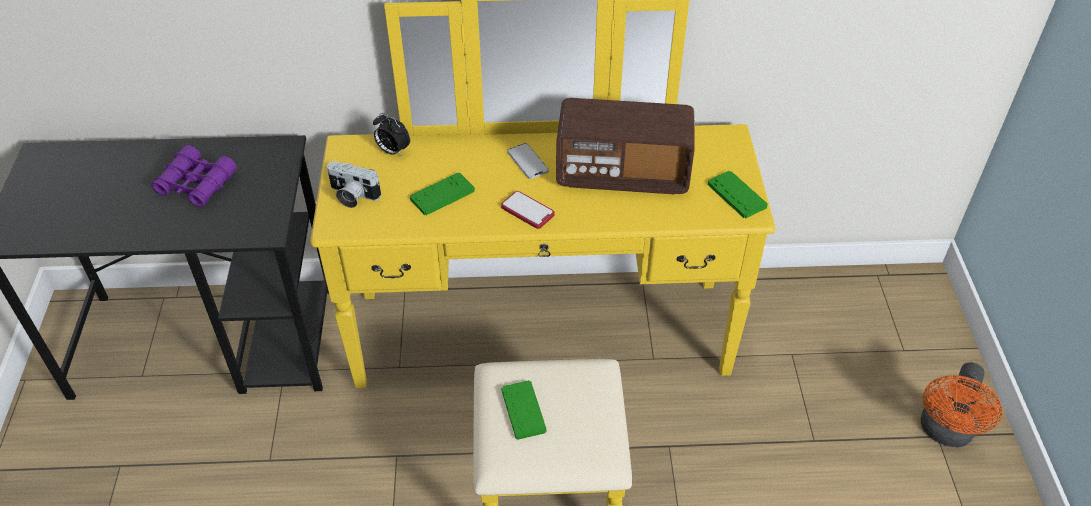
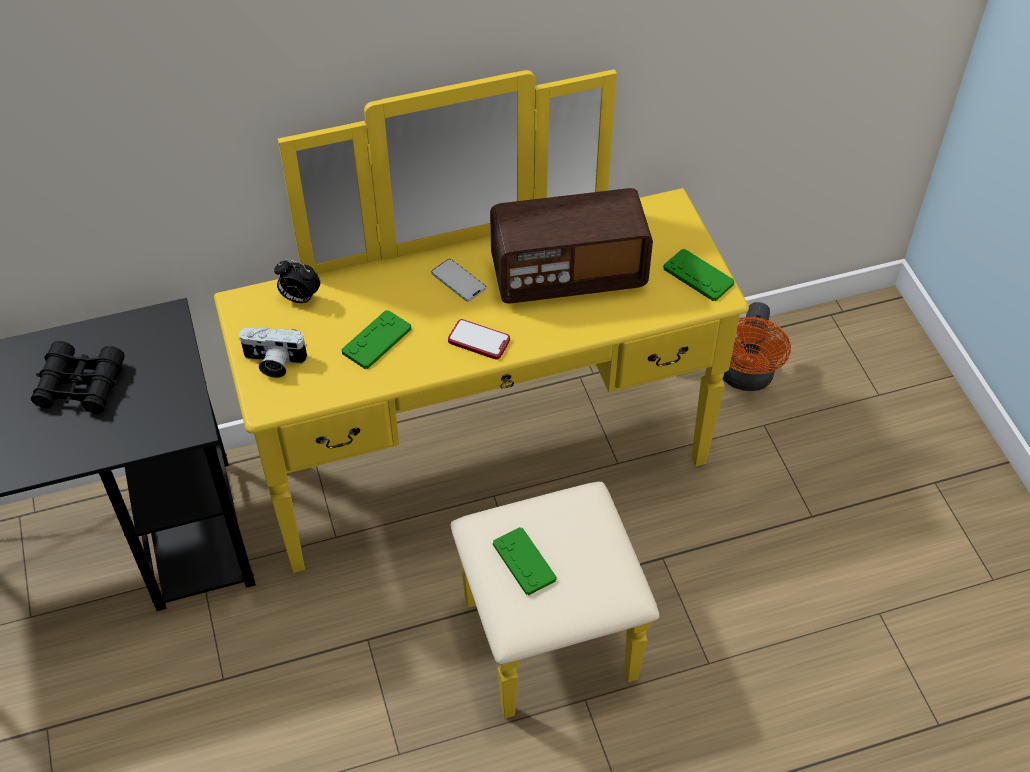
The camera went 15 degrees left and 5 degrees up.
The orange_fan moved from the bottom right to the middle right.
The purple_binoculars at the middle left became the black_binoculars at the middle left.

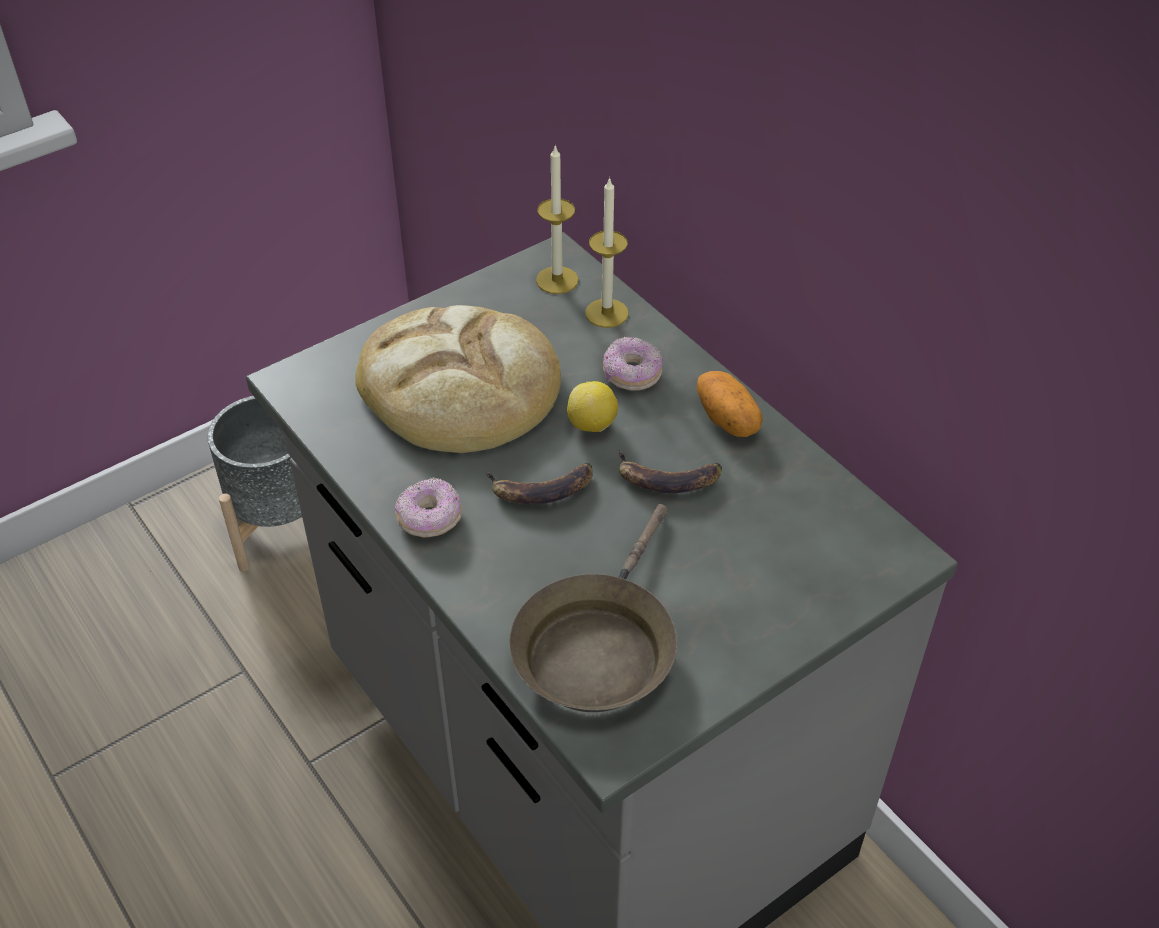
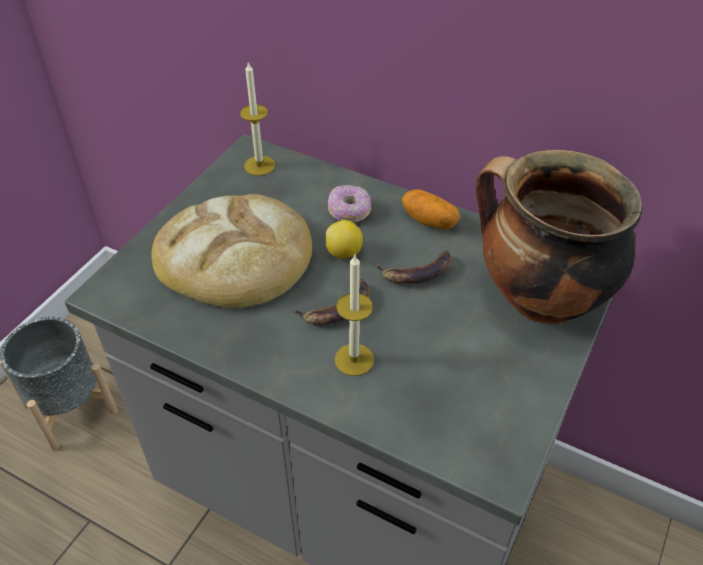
The camera went 25 degrees left and 0 degrees up.
The donut (no. 1 from left) at the centre disappeared.
The brown_frying_pan at the centre disappeared.
The cooking_pot at the middle right appeared.
The candle (no. 2 from left) moved from the top centre to the centre.

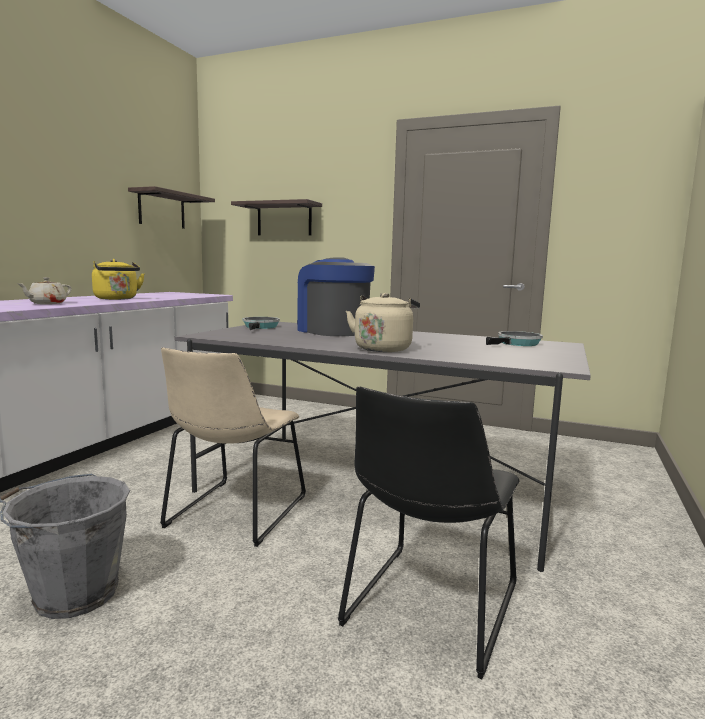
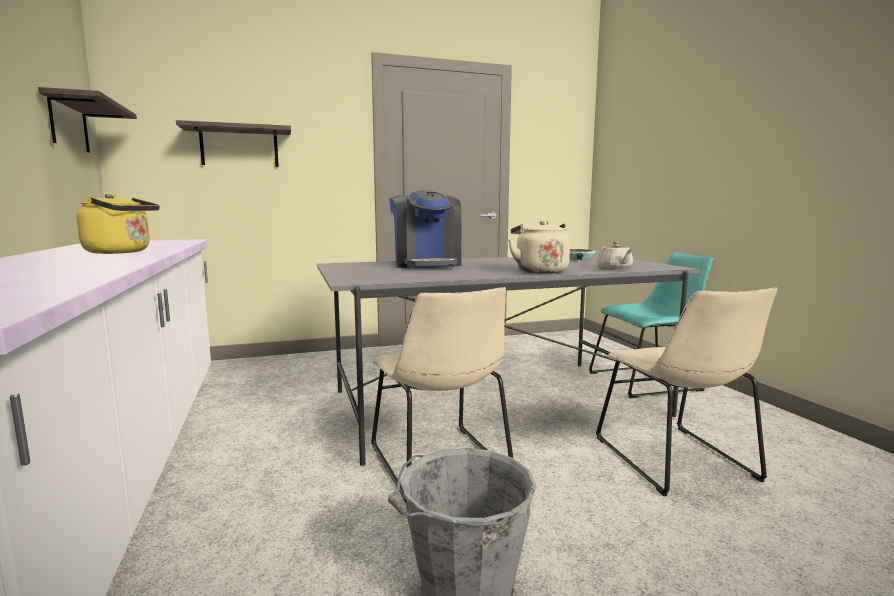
The camera went 40 degrees left and 0 degrees up.
The frying_pan (no. 1 from left) at the centre disappeared.
The turquoise_chair at the middle right appeared.
The beige_teapot moved from the middle left to the middle right.
The black_chair at the bottom centre became the beige_chair (no. 2 from left) at the middle right.
The coffee_machine at the centre turned 120 degrees counterclockwise.

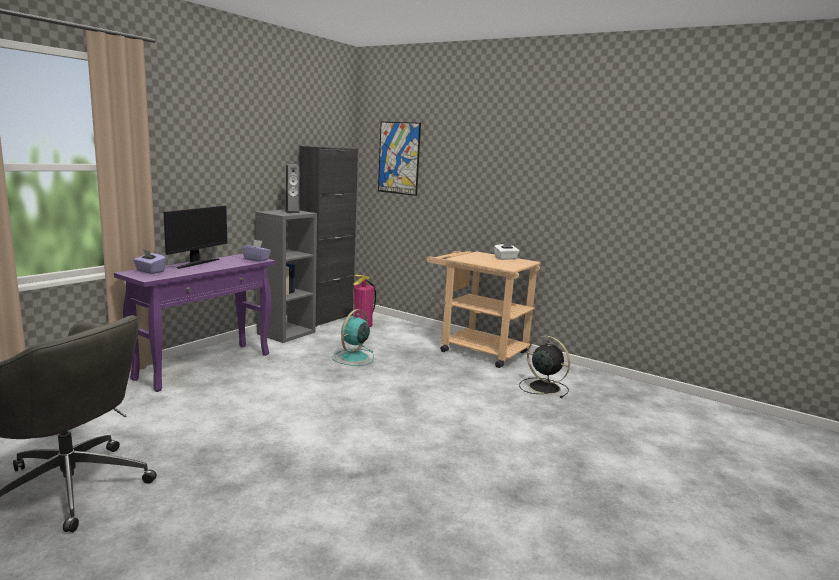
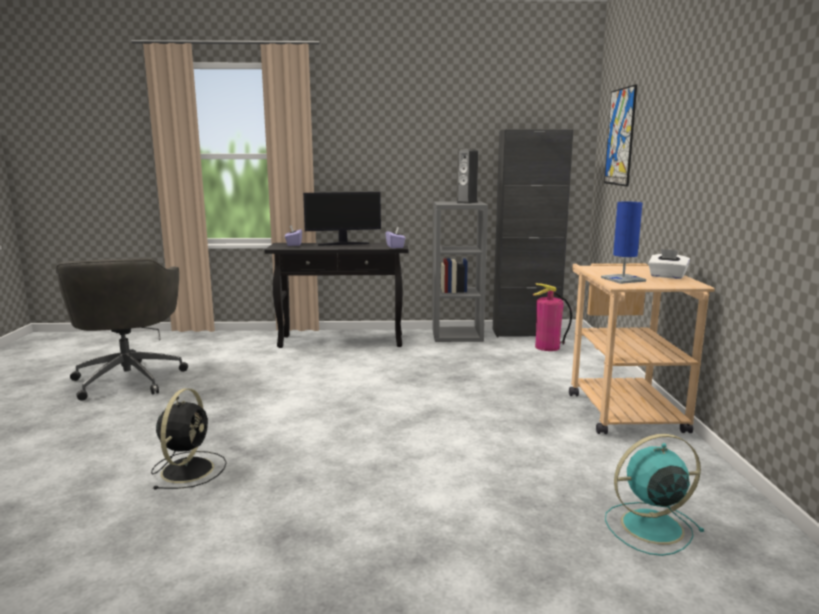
The camera went 55 degrees right and 0 degrees up.
The blue_table_lamp at the middle right appeared.
The turquoise_fan moved from the centre to the bottom right.
The black_fan moved from the centre to the bottom left.
The purple_console_table at the middle left became the black_console_table at the centre.

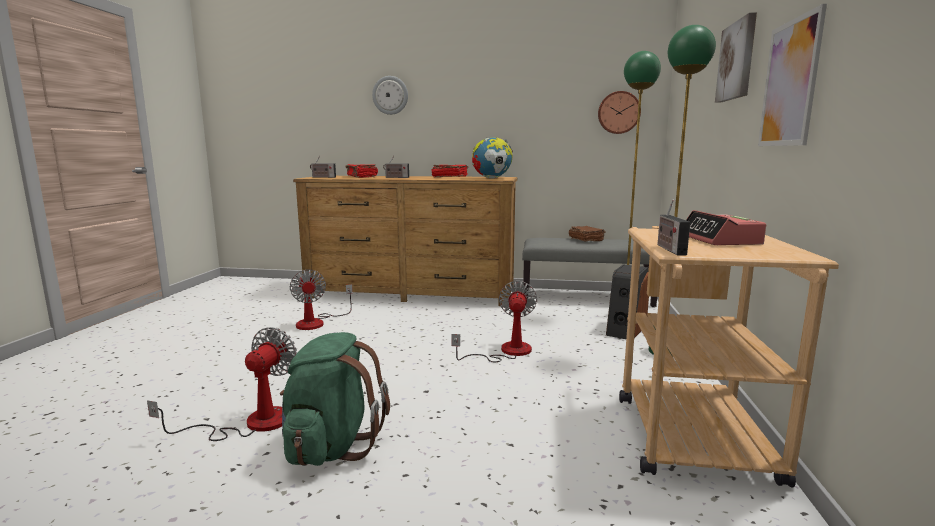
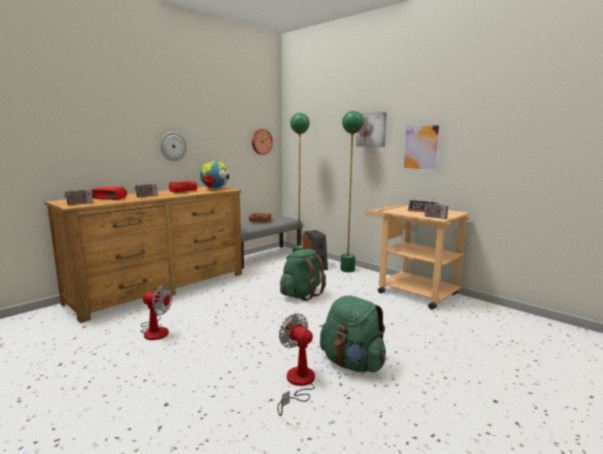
The camera went 55 degrees left and 0 degrees up.
The wall_clock (no. 1 from left) moved from the top centre to the top left.
The fan (no. 3 from left) at the centre was replaced by the green_backpack (no. 1 from left) at the centre.

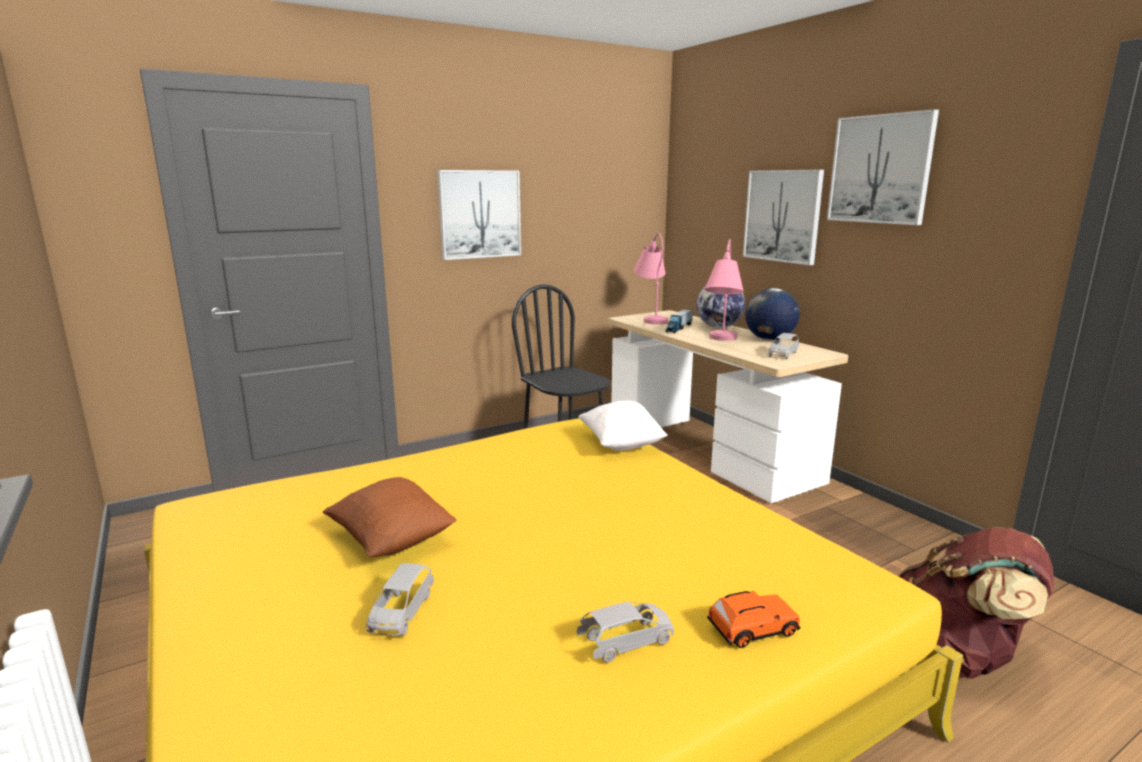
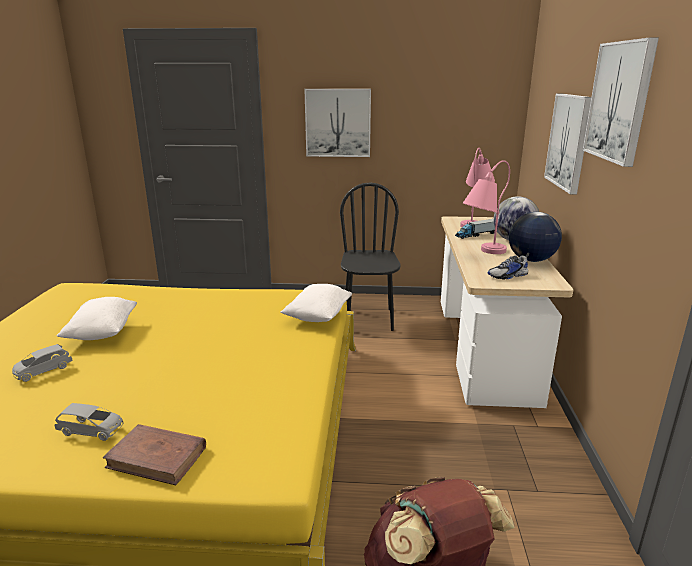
The camera went 35 degrees right and 5 degrees up.
The orange_toy_car at the bottom centre was replaced by the brown_book at the bottom left.
The grey_toy_car (no. 3 from left) at the middle right was replaced by the shoe at the middle right.
The brown_pillow at the bottom centre became the white_pillow (no. 1 from left) at the middle left.

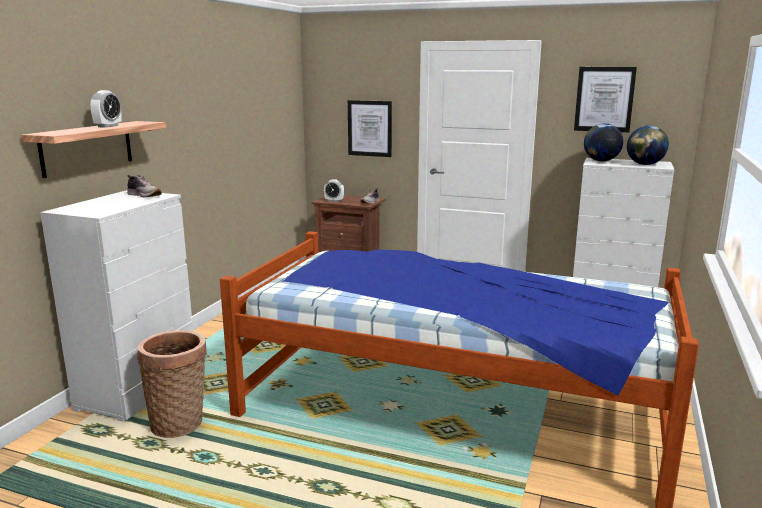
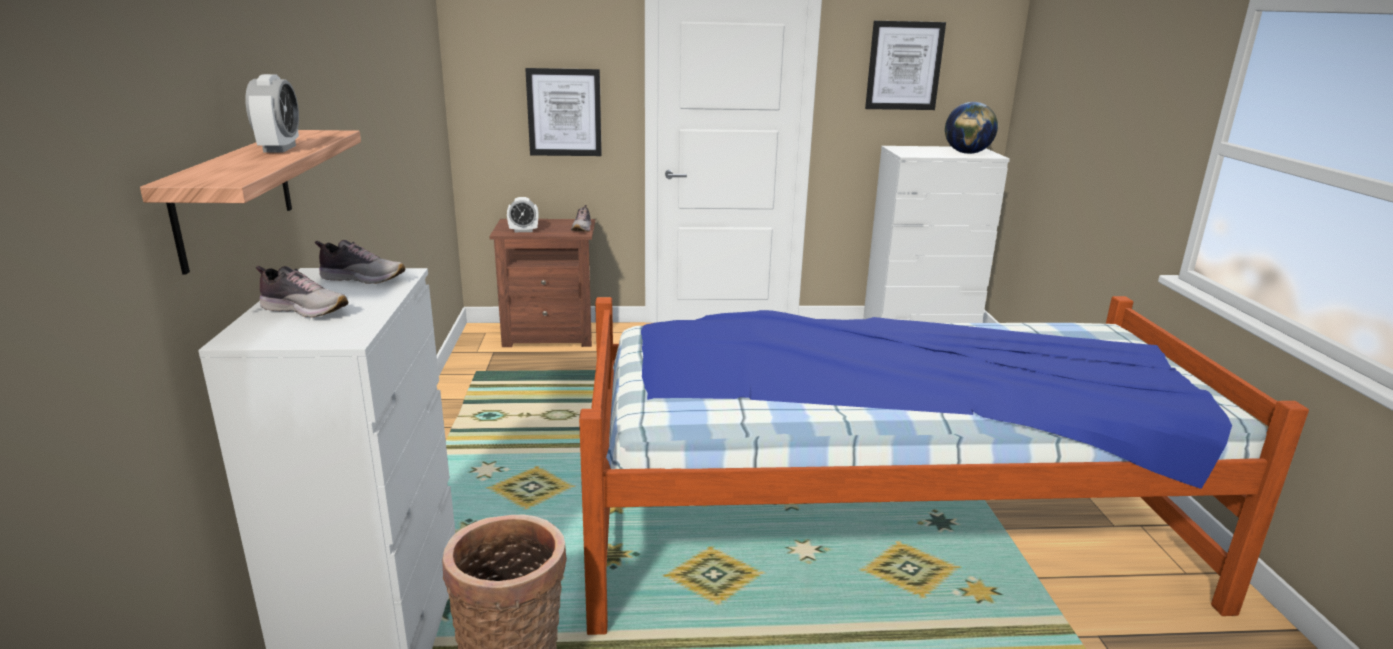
The camera went 25 degrees left and 5 degrees up.
The globe (no. 1 from left) at the top right disappeared.
The shoe (no. 1 from left) at the middle left appeared.

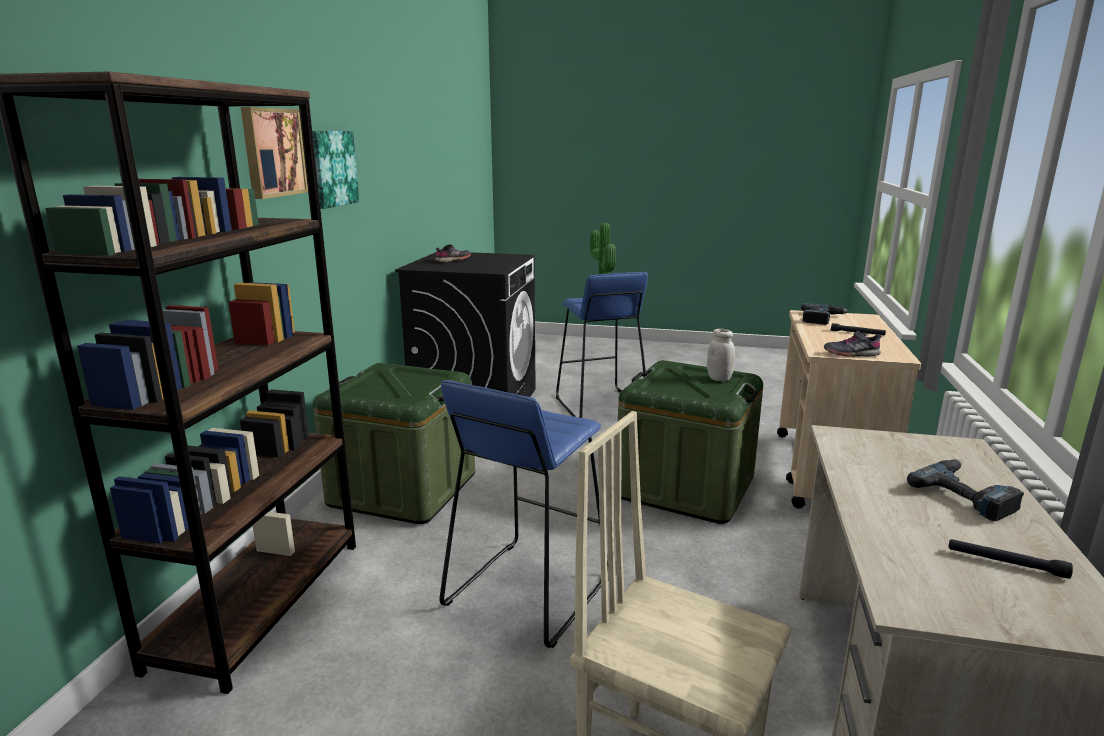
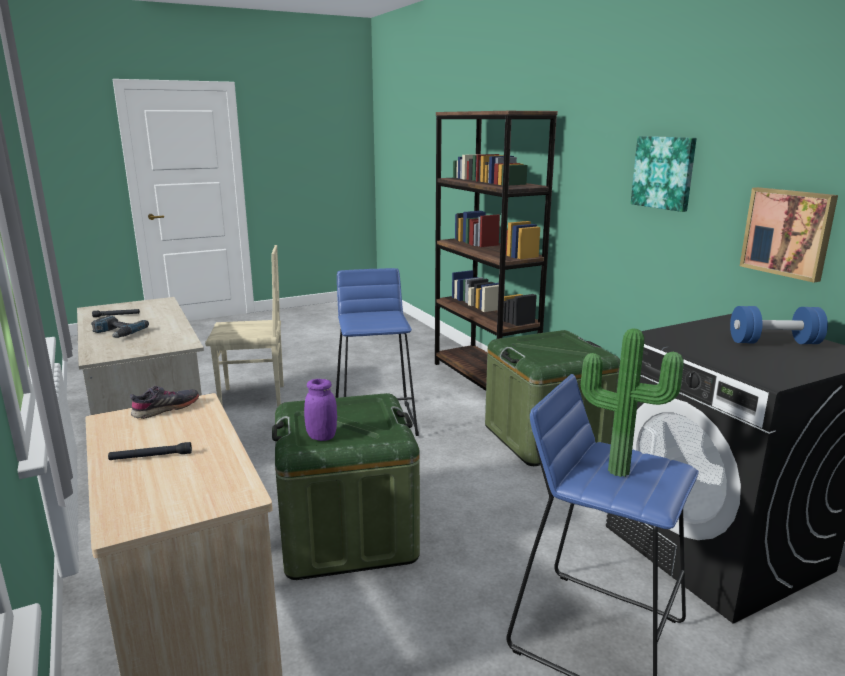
The camera went 140 degrees right and 0 degrees up.
The power_drill (no. 1 from left) at the middle right disappeared.
The picture (no. 1 from left in the first image) moved from the top left to the middle right.
The grey_shoe (no. 1 from left) at the centre was replaced by the blue_dumbbell at the middle right.
The white_jar at the centre became the purple_jar at the centre.

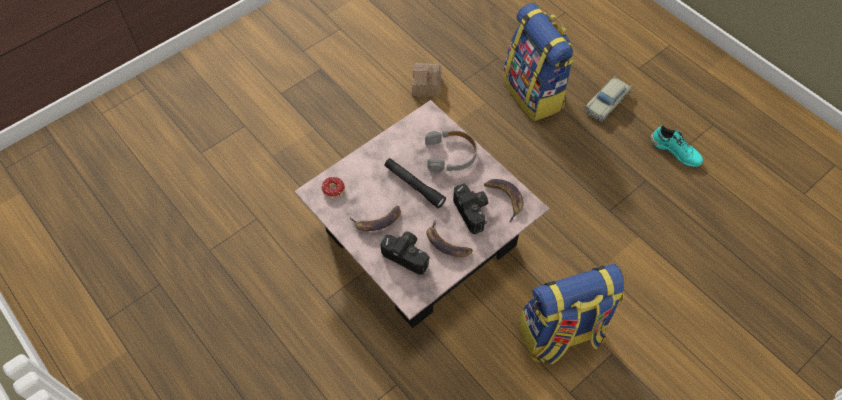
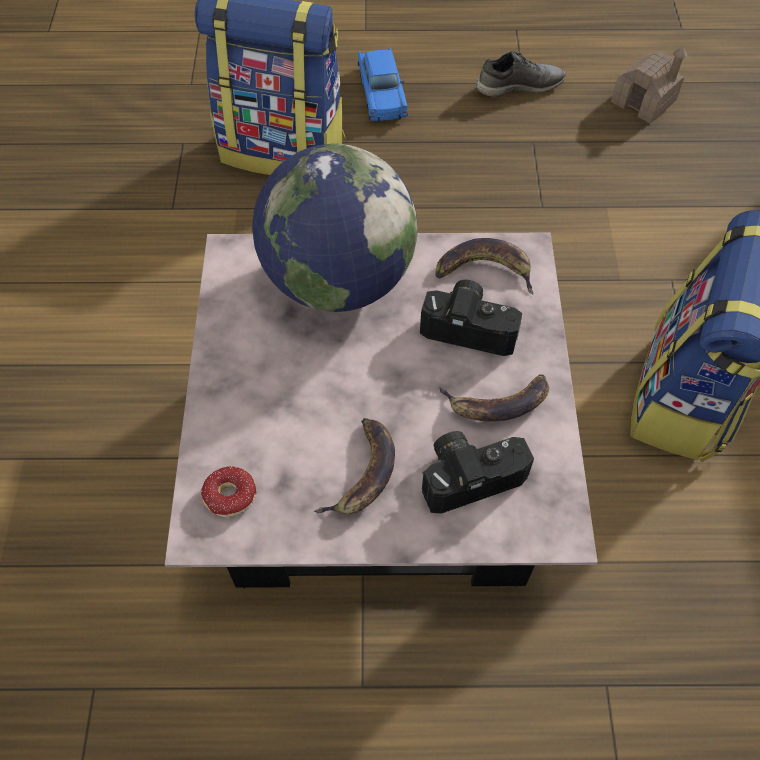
The camera went 50 degrees left and 0 degrees up.
The black_flashlight at the centre disappeared.
The toy_house moved from the top centre to the top right.
The grey_headphones at the centre was replaced by the globe at the top centre.
The beige_toy_car at the top right became the blue_toy_car at the top centre.
The turquoise_shoe at the middle right became the grey_shoe at the top right.

